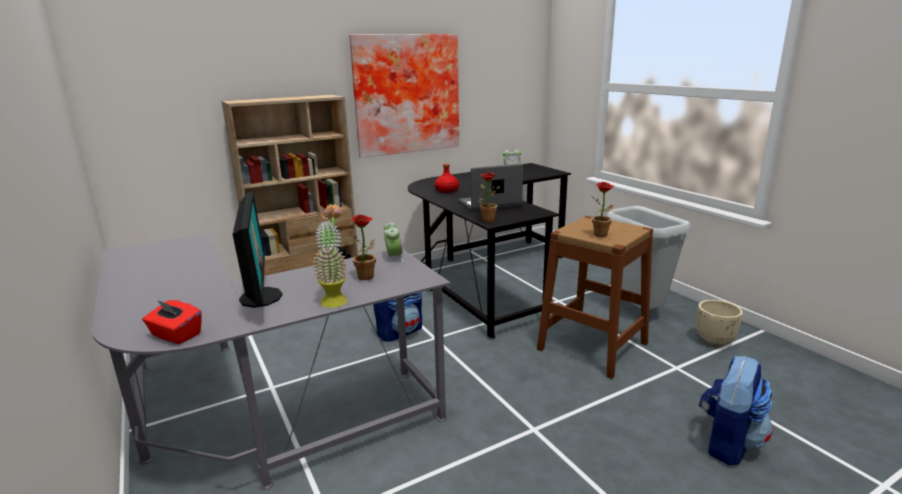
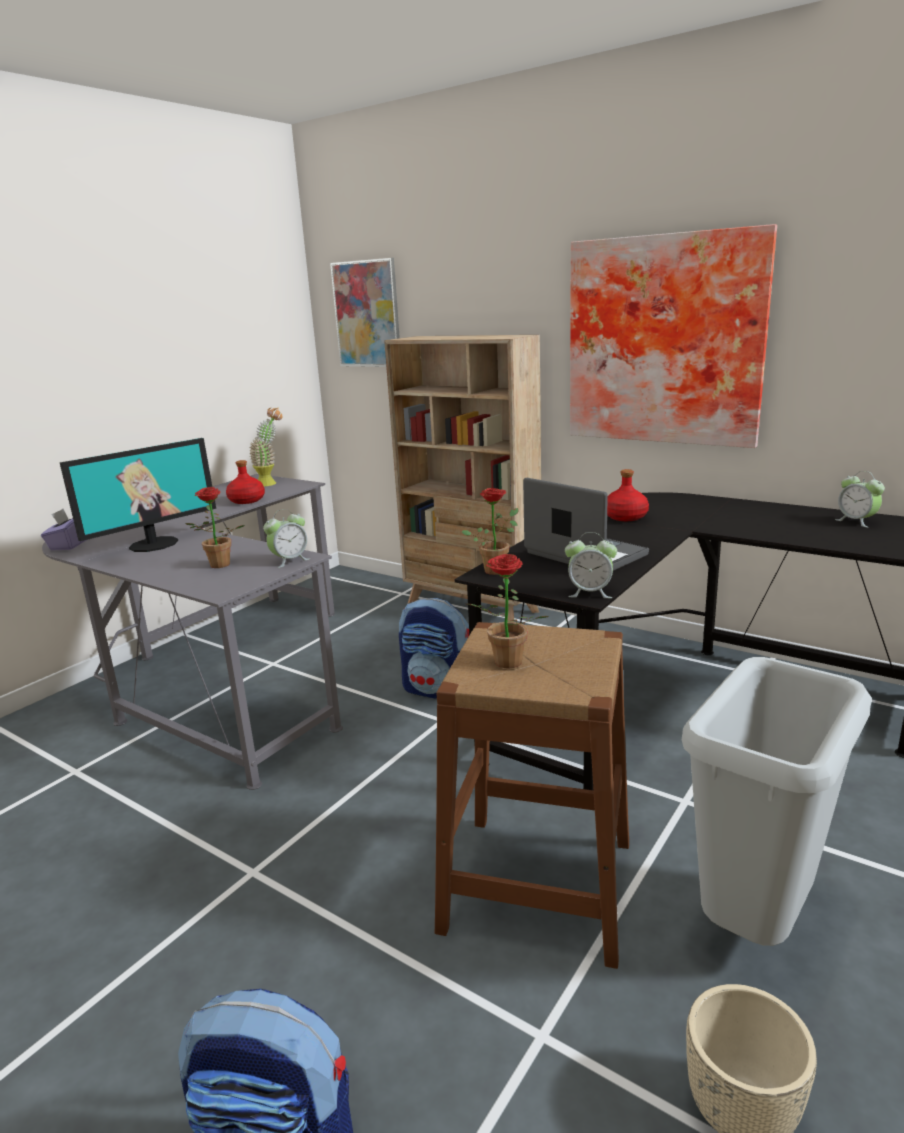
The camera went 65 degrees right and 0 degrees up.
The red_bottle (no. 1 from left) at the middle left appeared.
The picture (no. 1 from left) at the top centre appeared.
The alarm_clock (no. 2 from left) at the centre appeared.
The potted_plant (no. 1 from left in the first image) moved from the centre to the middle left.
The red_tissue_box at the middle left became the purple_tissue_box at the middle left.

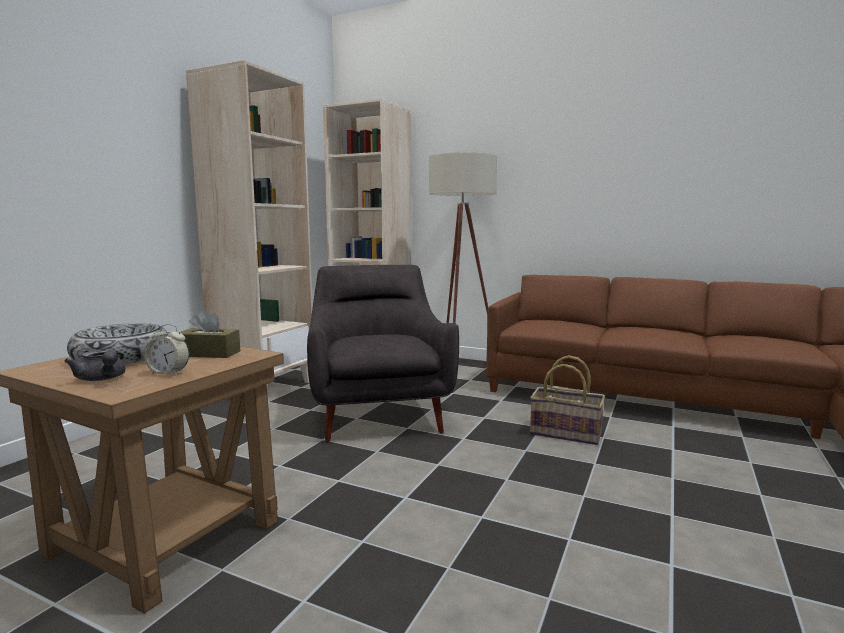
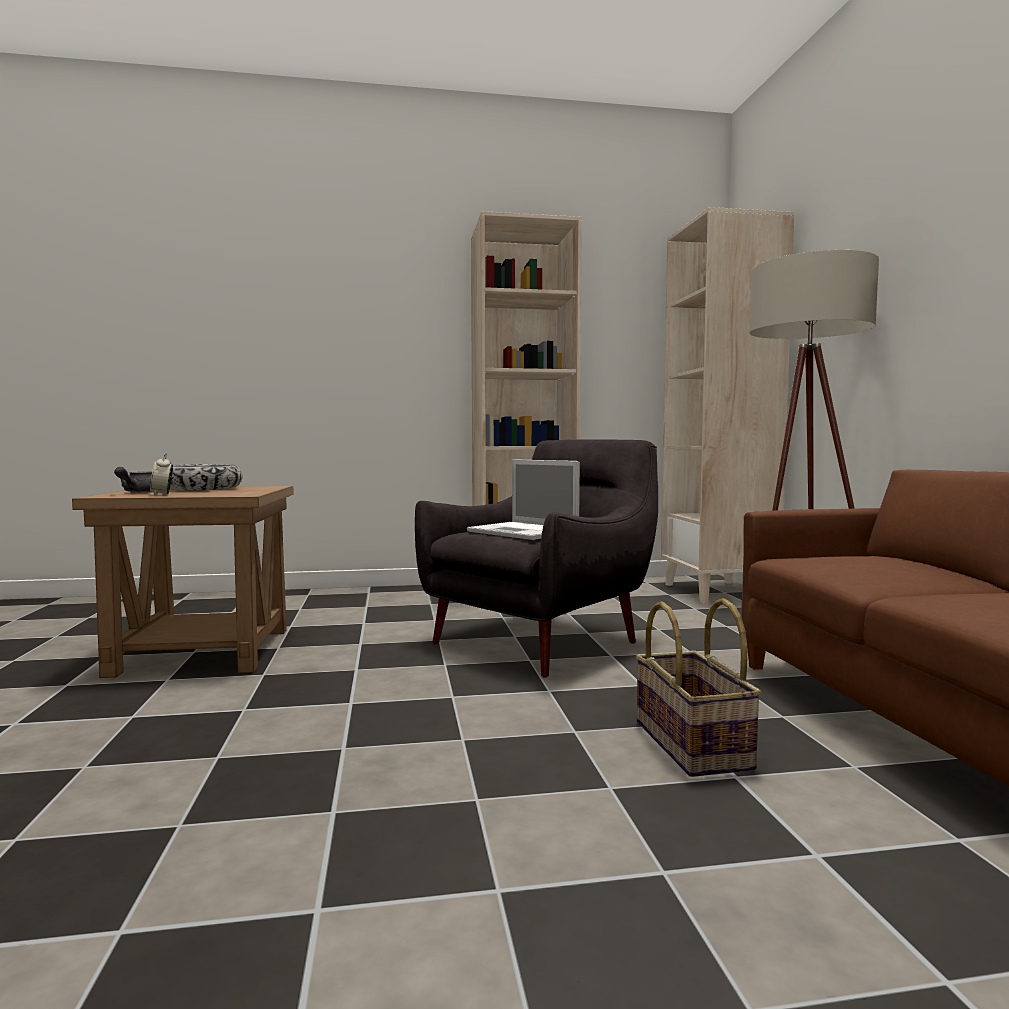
The camera went 55 degrees right and 5 degrees down.
The brown_tissue_box at the middle left disappeared.
The laptop at the centre appeared.

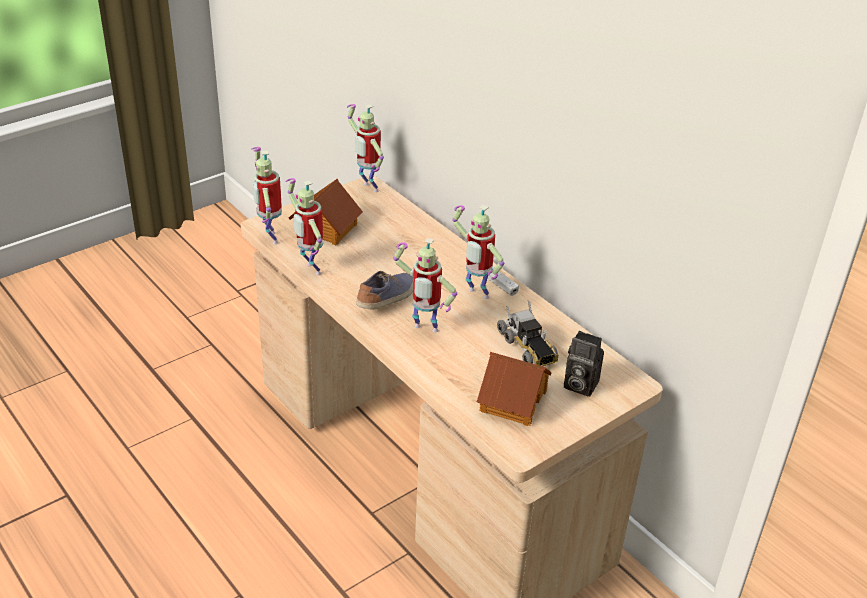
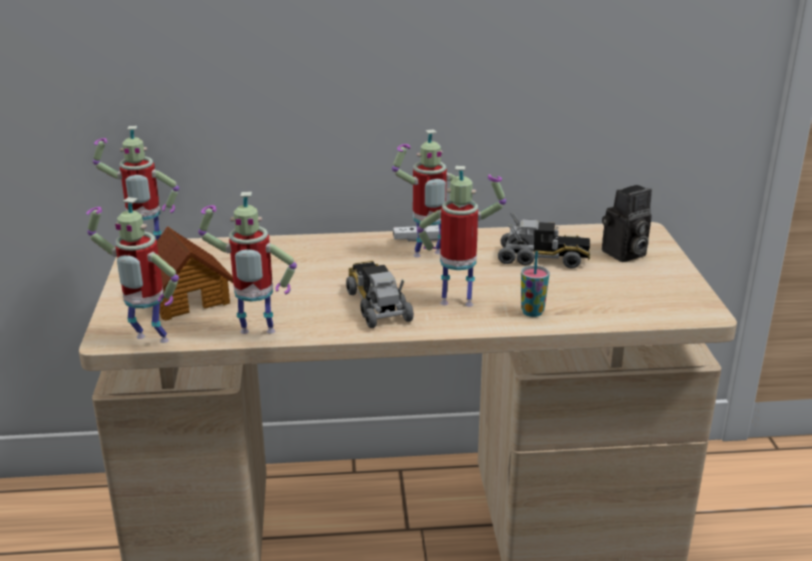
The camera went 55 degrees left and 10 degrees down.
The toy_house (no. 2 from left) at the centre disappeared.
The cup at the centre appeared.
The shoe at the centre was replaced by the toy_truck (no. 1 from left) at the centre.
The toy_robot (no. 4 from left in the first image) at the centre turned 135 degrees counterclockwise.

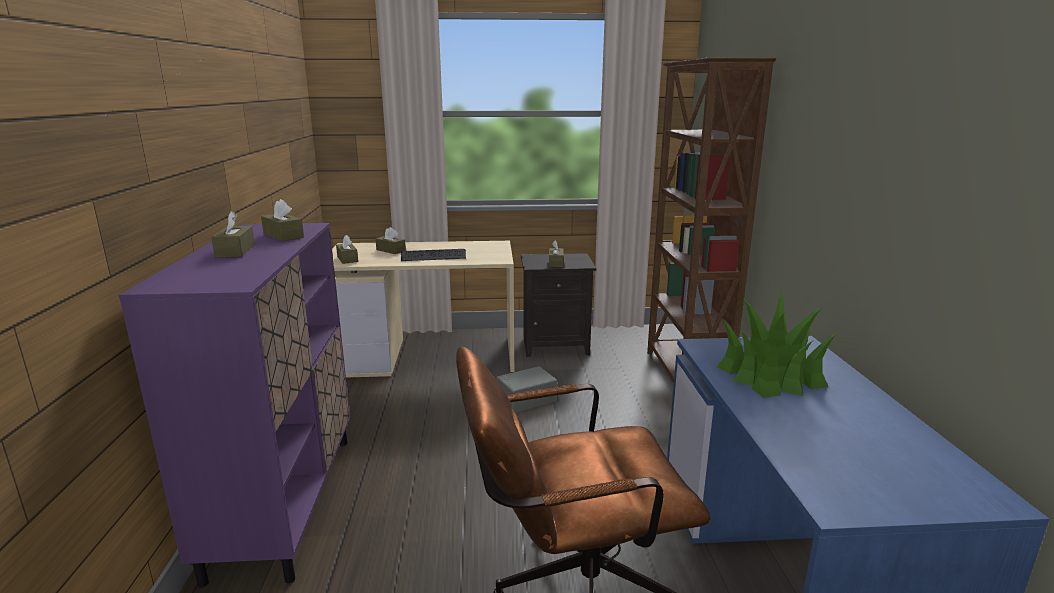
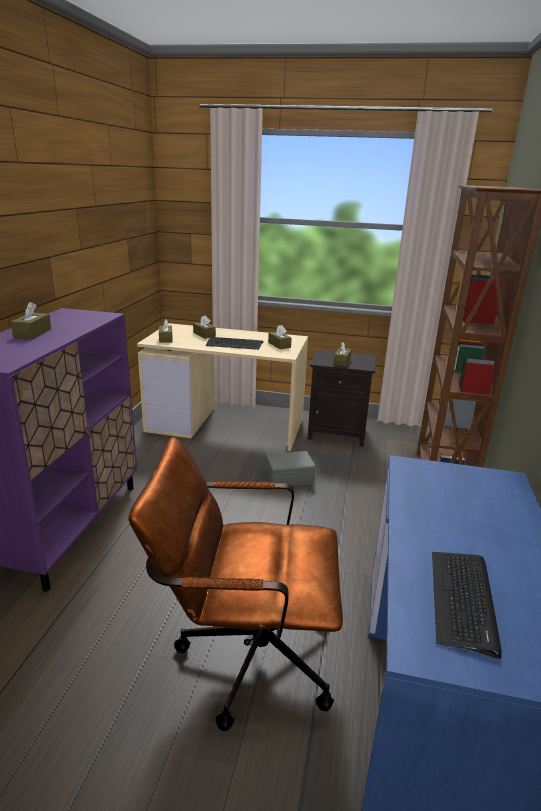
The camera went 15 degrees right and 5 degrees up.
The potted_plant at the middle right disappeared.
The keyboard (no. 2 from left) at the bottom right appeared.
The brown_tissue_box (no. 2 from left in the first image) moved from the middle left to the centre.

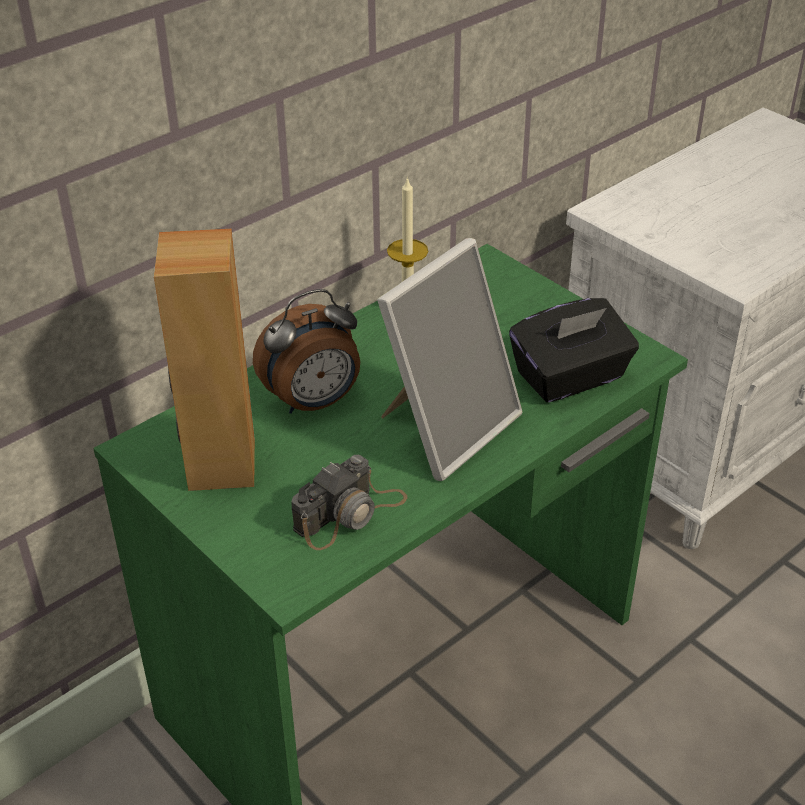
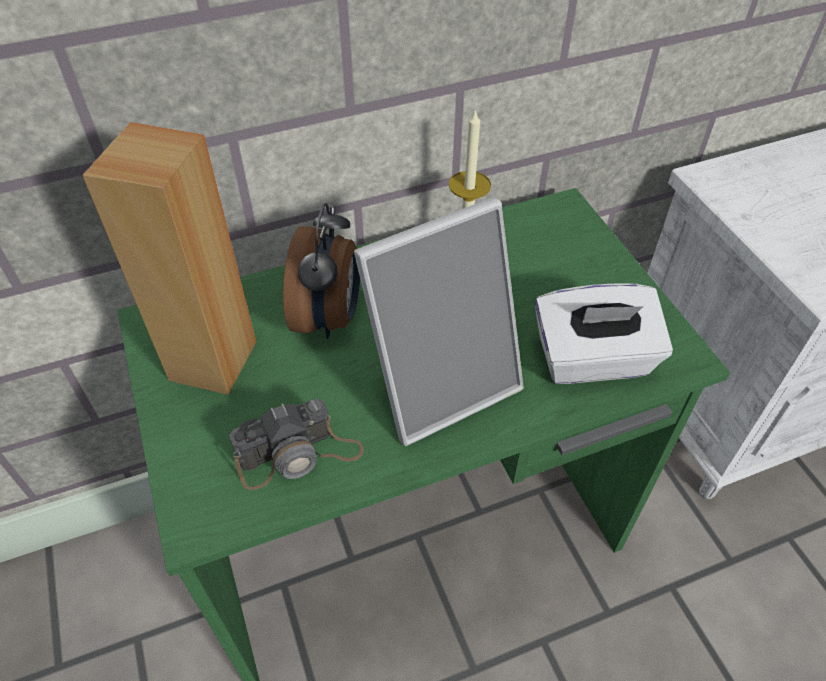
The camera went 20 degrees right and 10 degrees up.
The black_tissue_box at the middle right became the white_tissue_box at the middle right.
The alarm_clock at the centre turned 75 degrees counterclockwise.

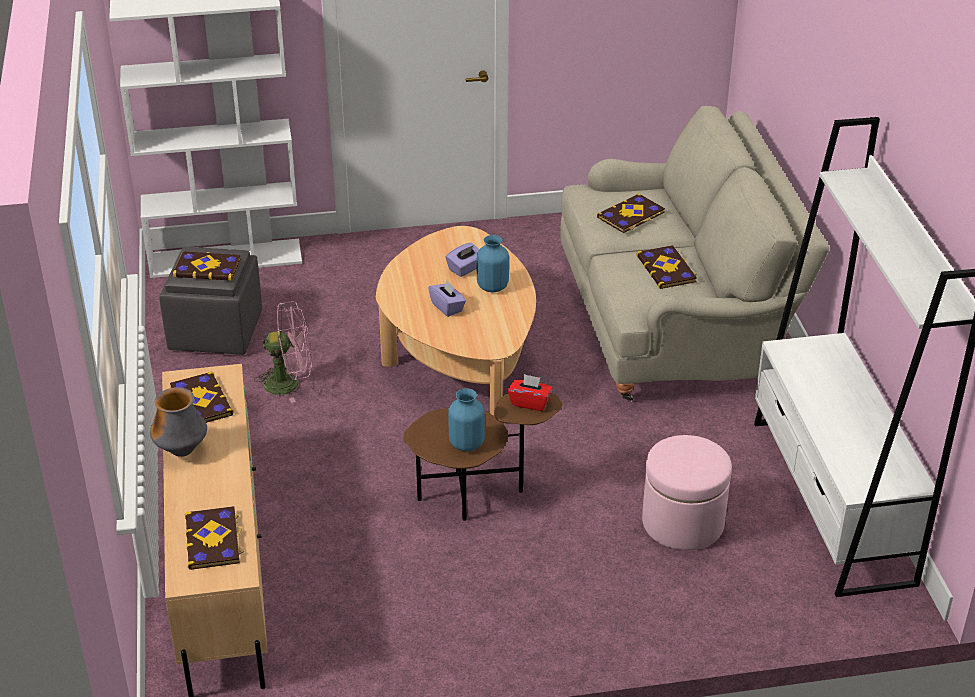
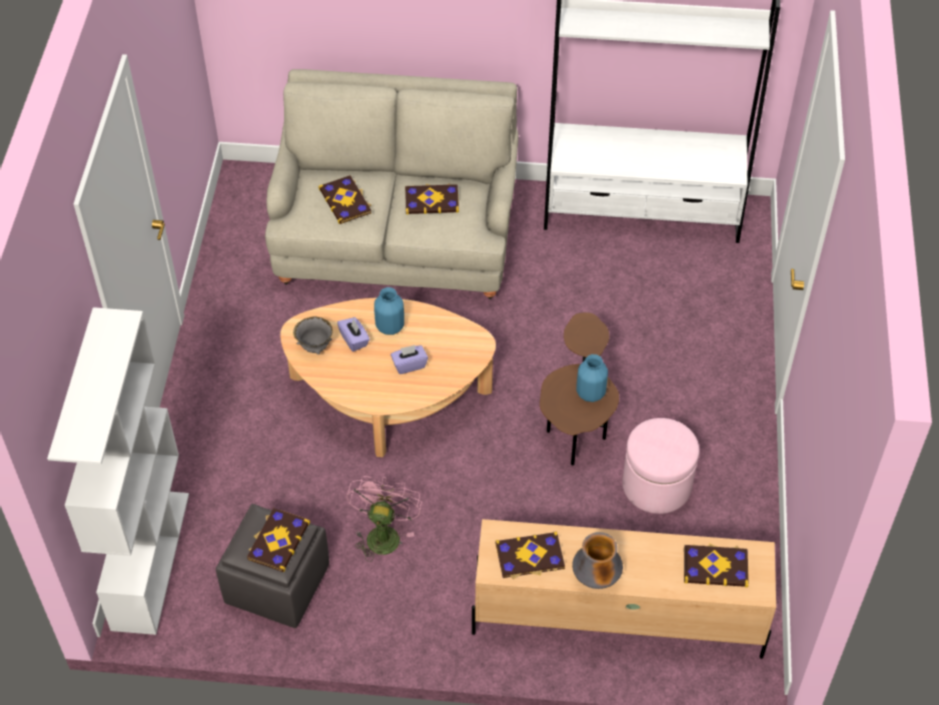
The camera went 75 degrees left and 15 degrees up.
The red_tissue_box at the centre disappeared.
The grey_bowl at the centre appeared.
The pink_ottoman moved from the bottom right to the middle right.

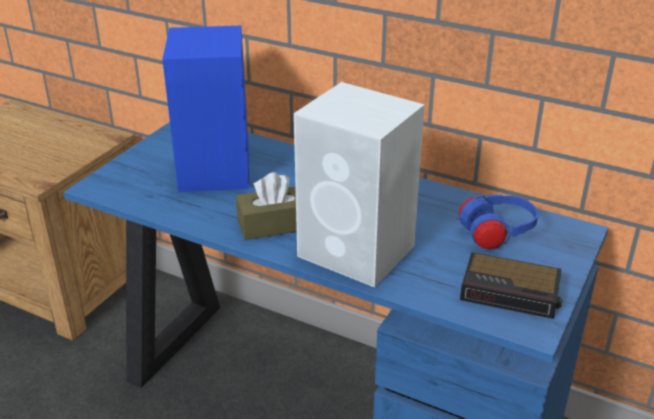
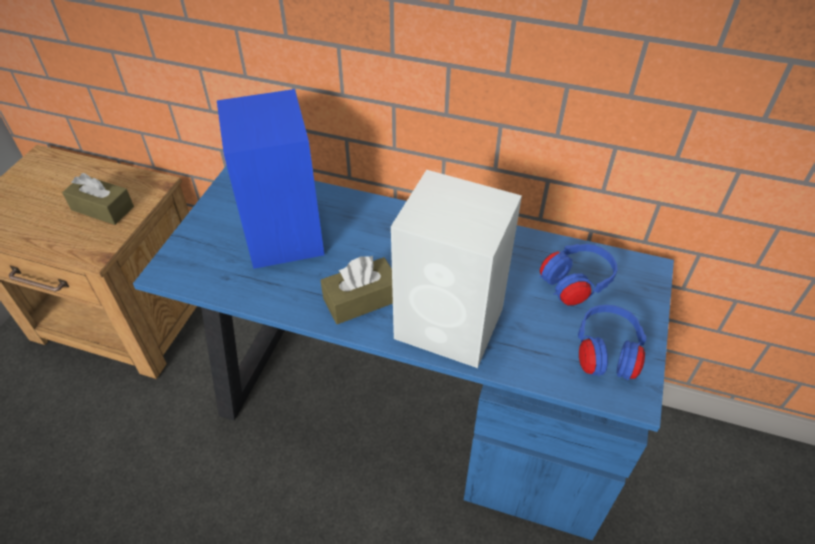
The camera went 10 degrees left and 15 degrees up.
The brown_tissue_box (no. 1 from left) at the middle left appeared.
The alarm_clock at the bottom right was replaced by the blue_headphones (no. 2 from left) at the middle right.

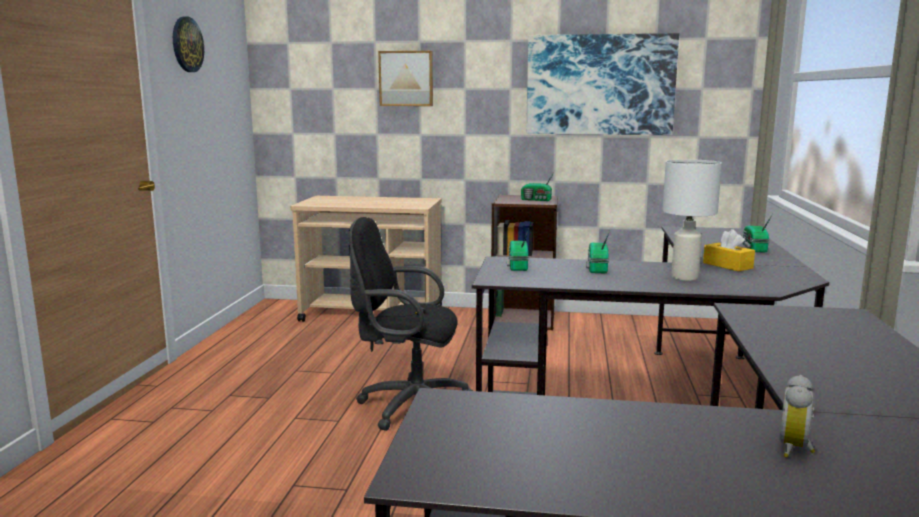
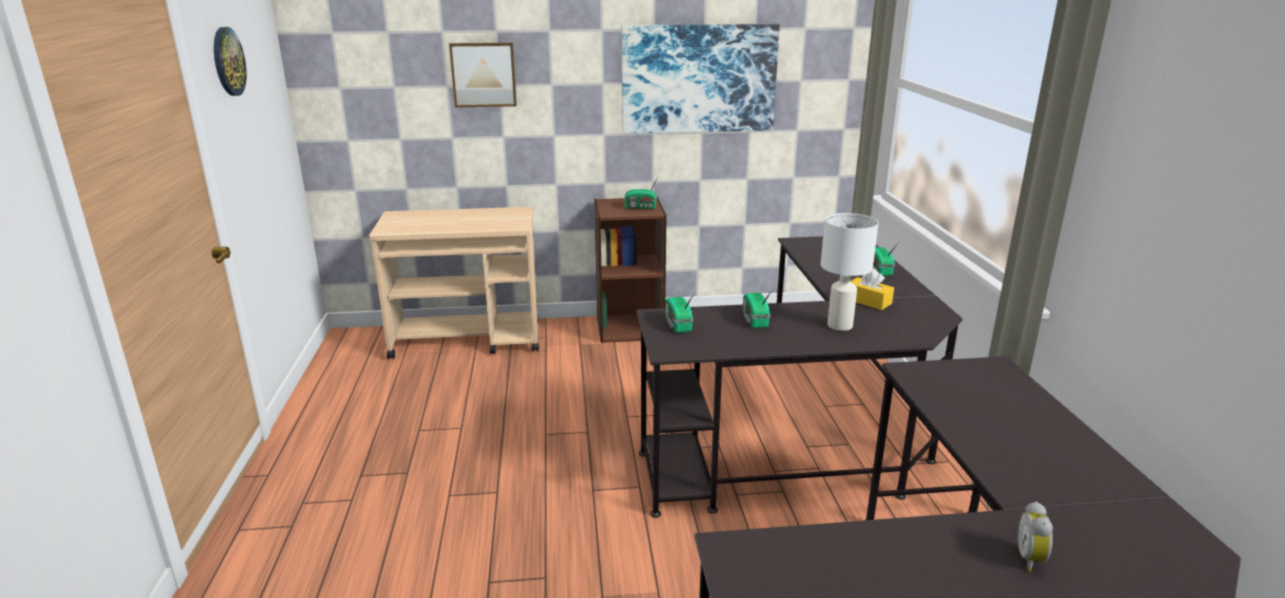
The camera went 15 degrees left and 10 degrees up.
The black_office_chair at the centre disappeared.

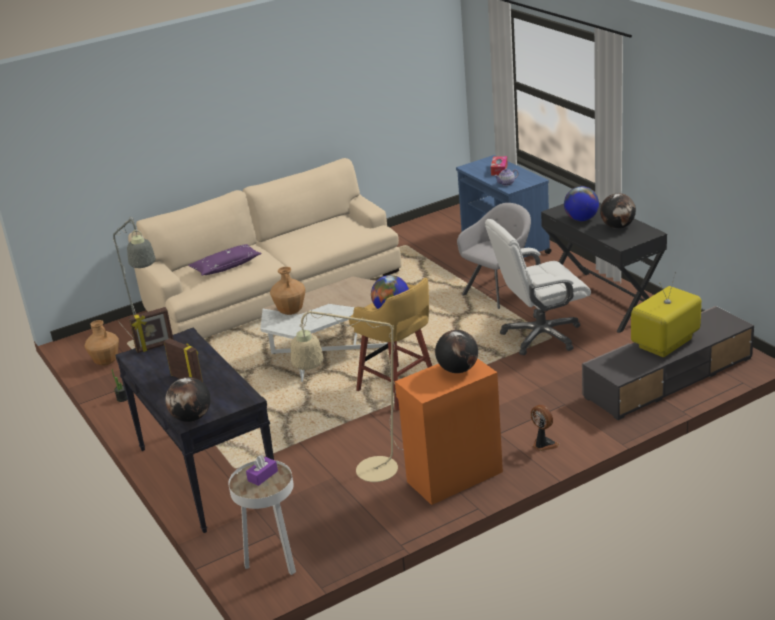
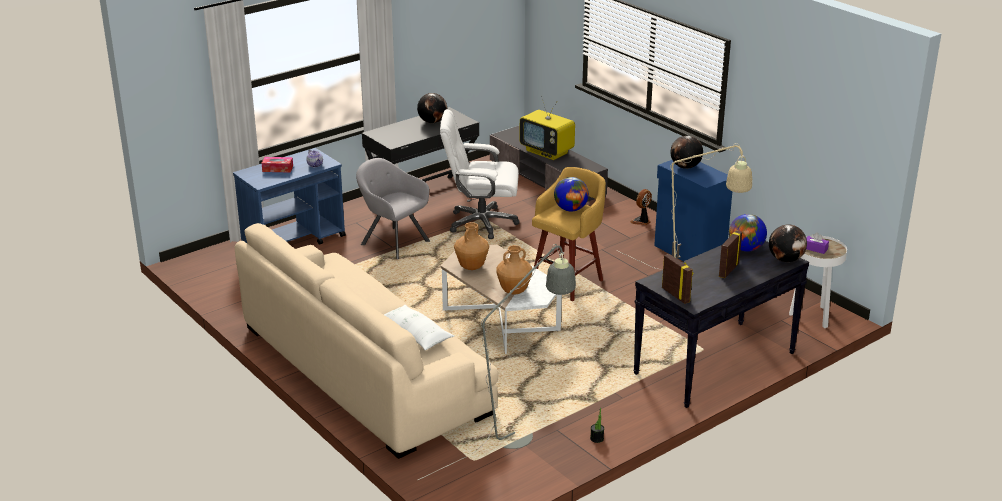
The camera went 100 degrees left and 0 degrees up.
The brown_vase (no. 1 from left) moved from the middle left to the centre.
The globe (no. 4 from left) moved from the top right to the middle right.
The purple_pillow at the middle left became the white_pillow at the centre.
The orange_cabinet at the bottom centre became the blue_cabinet at the middle right.
The white_office_chair at the middle right turned 120 degrees clockwise.

